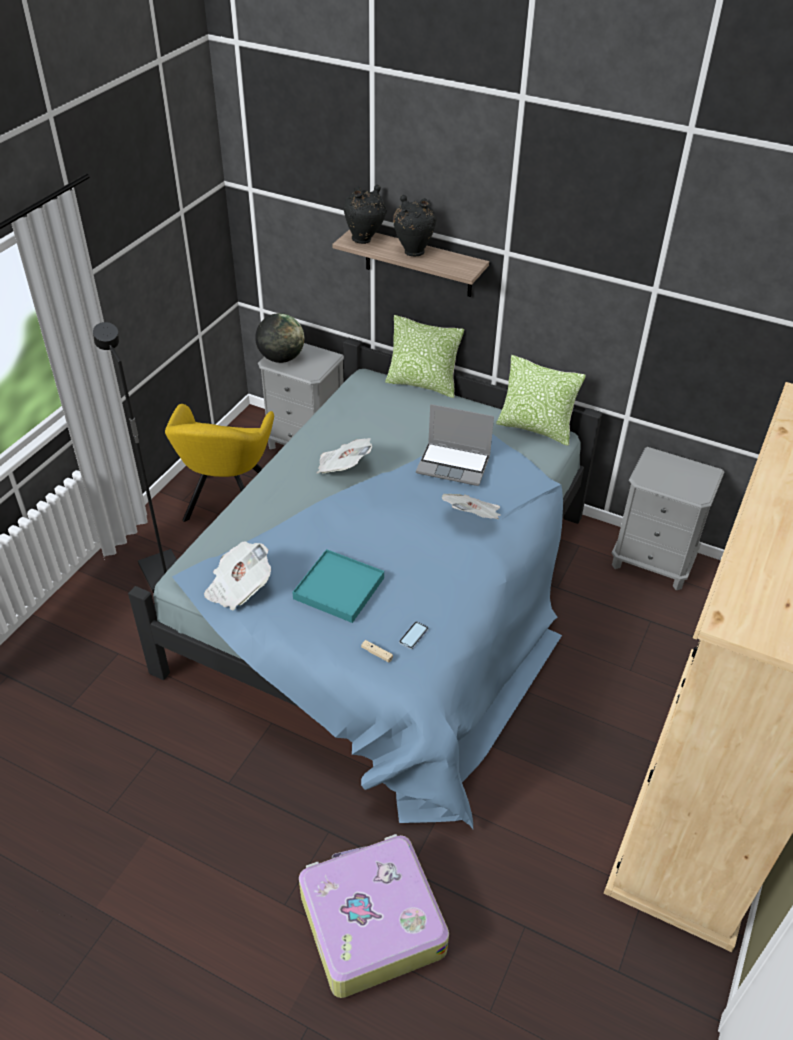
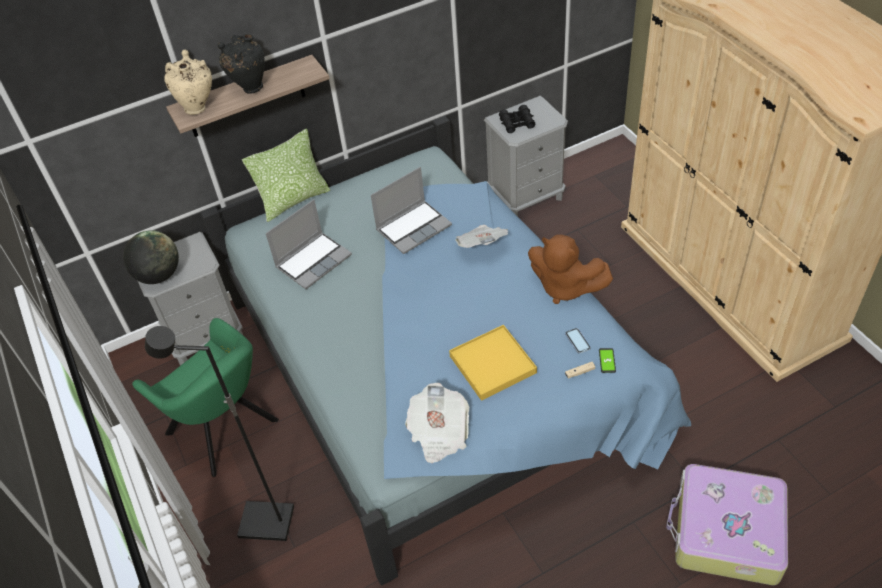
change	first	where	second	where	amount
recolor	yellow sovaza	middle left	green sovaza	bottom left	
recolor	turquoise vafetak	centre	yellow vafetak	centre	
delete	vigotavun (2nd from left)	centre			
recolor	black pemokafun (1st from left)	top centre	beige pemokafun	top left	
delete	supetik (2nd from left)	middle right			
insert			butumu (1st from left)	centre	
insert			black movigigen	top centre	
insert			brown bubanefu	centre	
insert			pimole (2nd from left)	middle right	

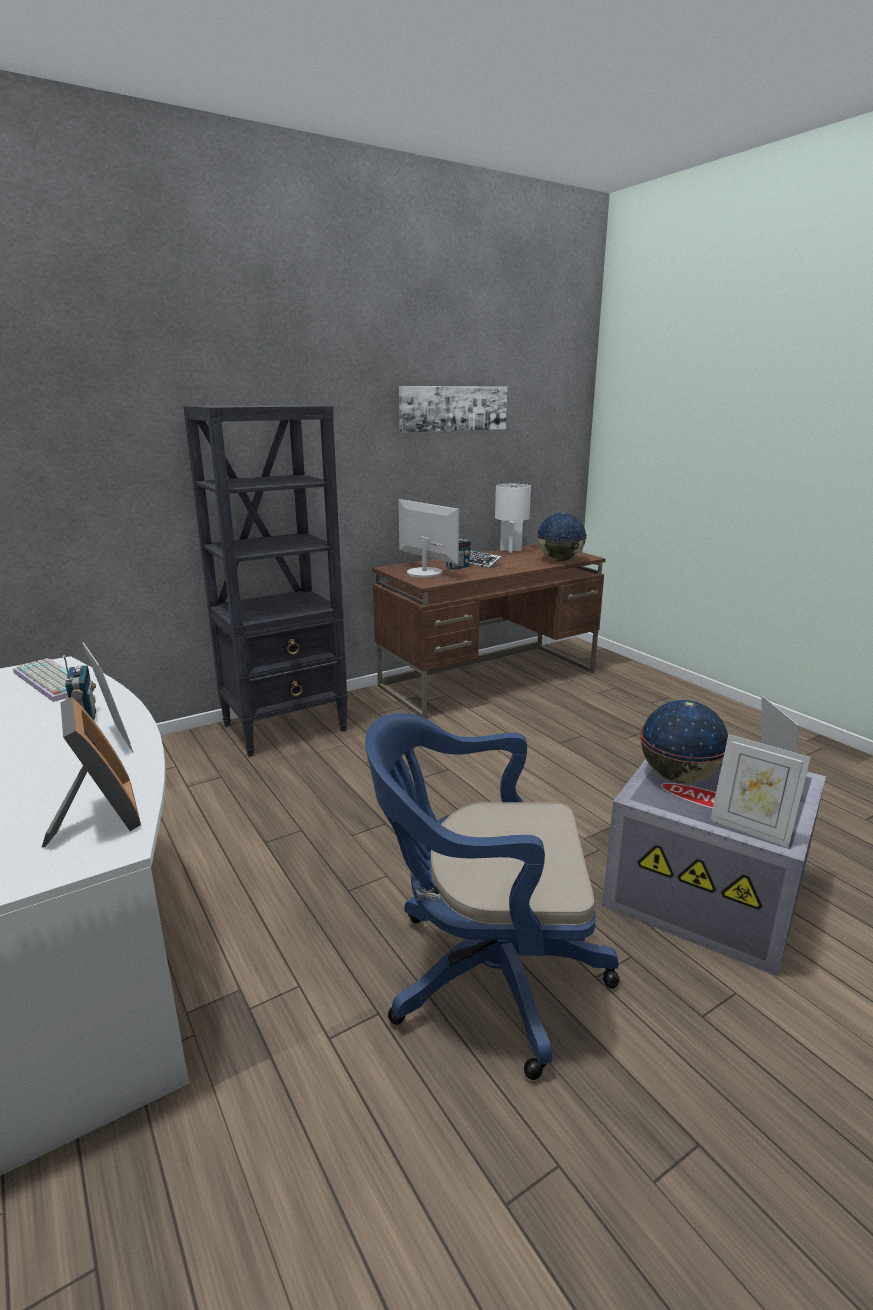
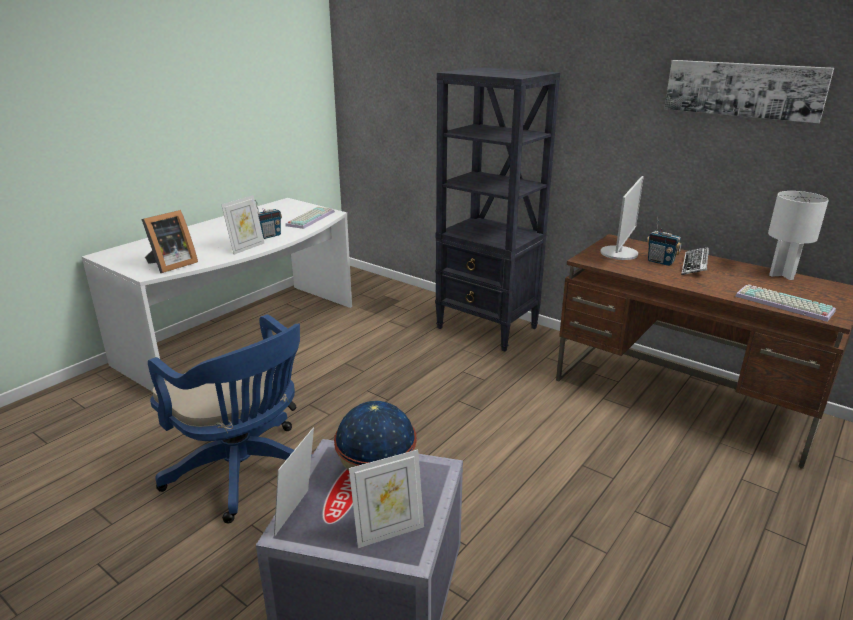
change	first	where	second	where	amount
rotate	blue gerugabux	bottom centre		bottom left	150 degrees clockwise
replace	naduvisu (1st from left)	centre	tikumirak (3rd from left)	middle right	

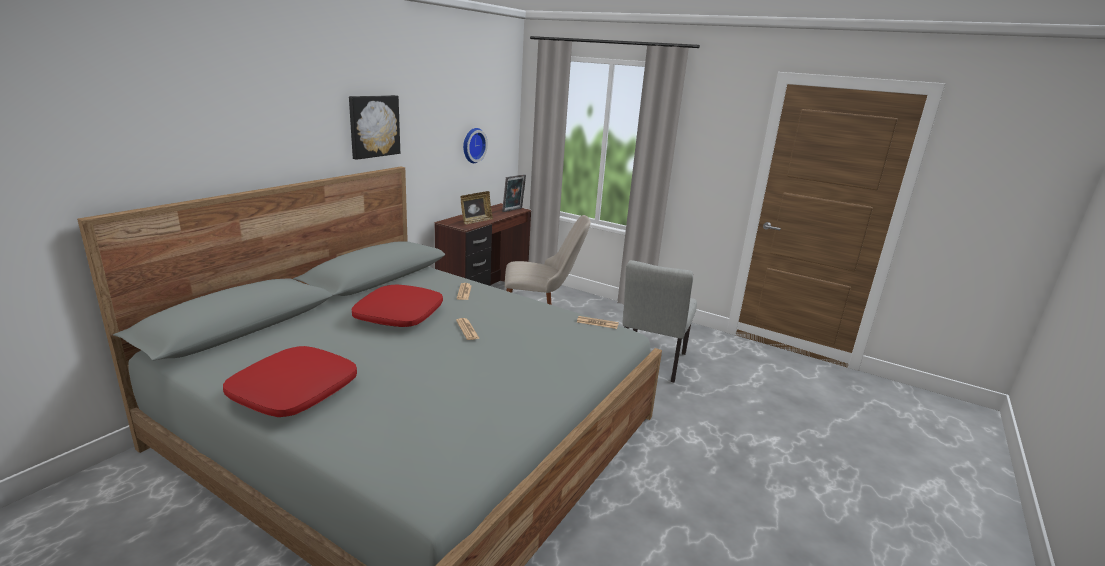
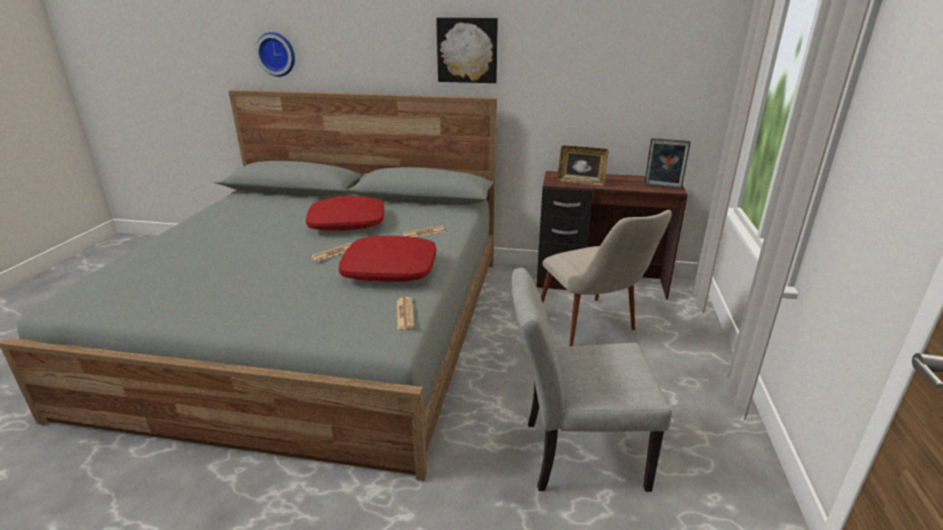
change	first	where	second	where	amount
move	red supetik (1st from left in the first image)	bottom left	red supetik (2nd from left)	centre	
move	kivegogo	top centre		top left	

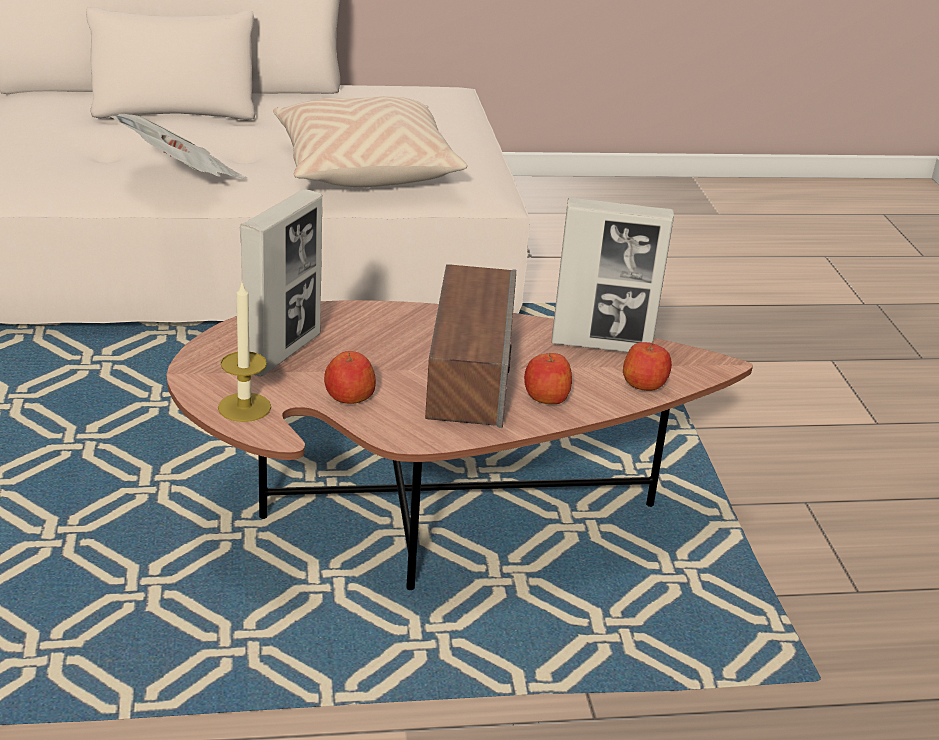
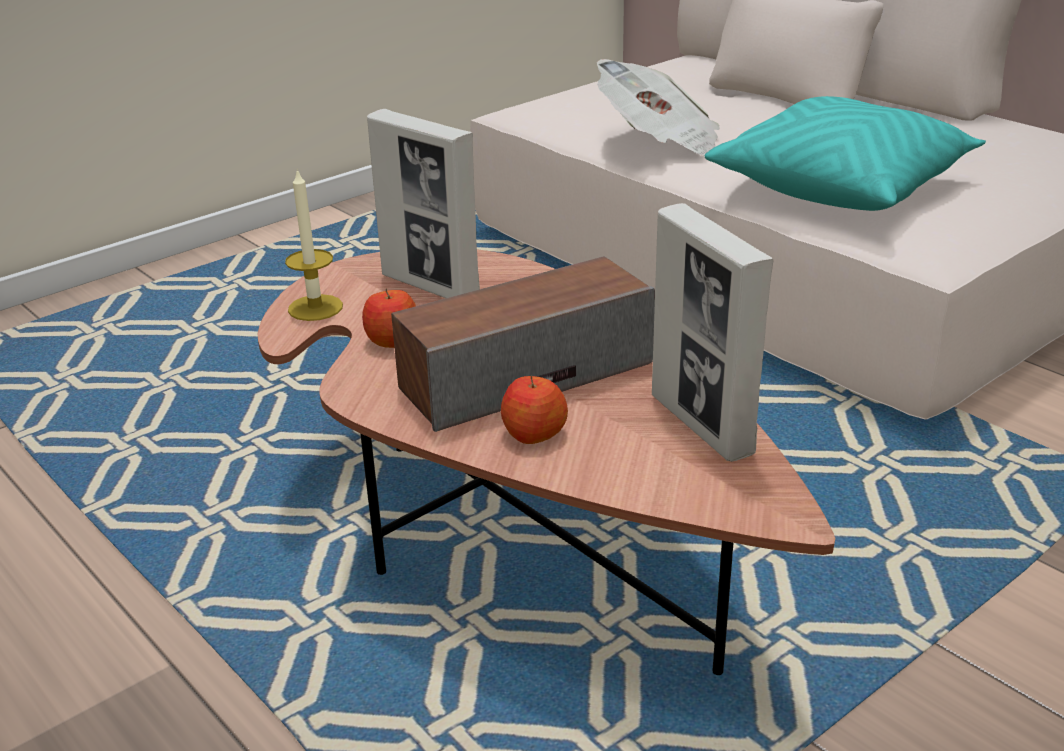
change	first	where	second	where	amount
rotate	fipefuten (1st from left)	middle left		top centre	45 degrees clockwise
recolor	beige supetik	top centre	turquoise supetik	top right	
delete	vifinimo (3rd from left)	middle right			

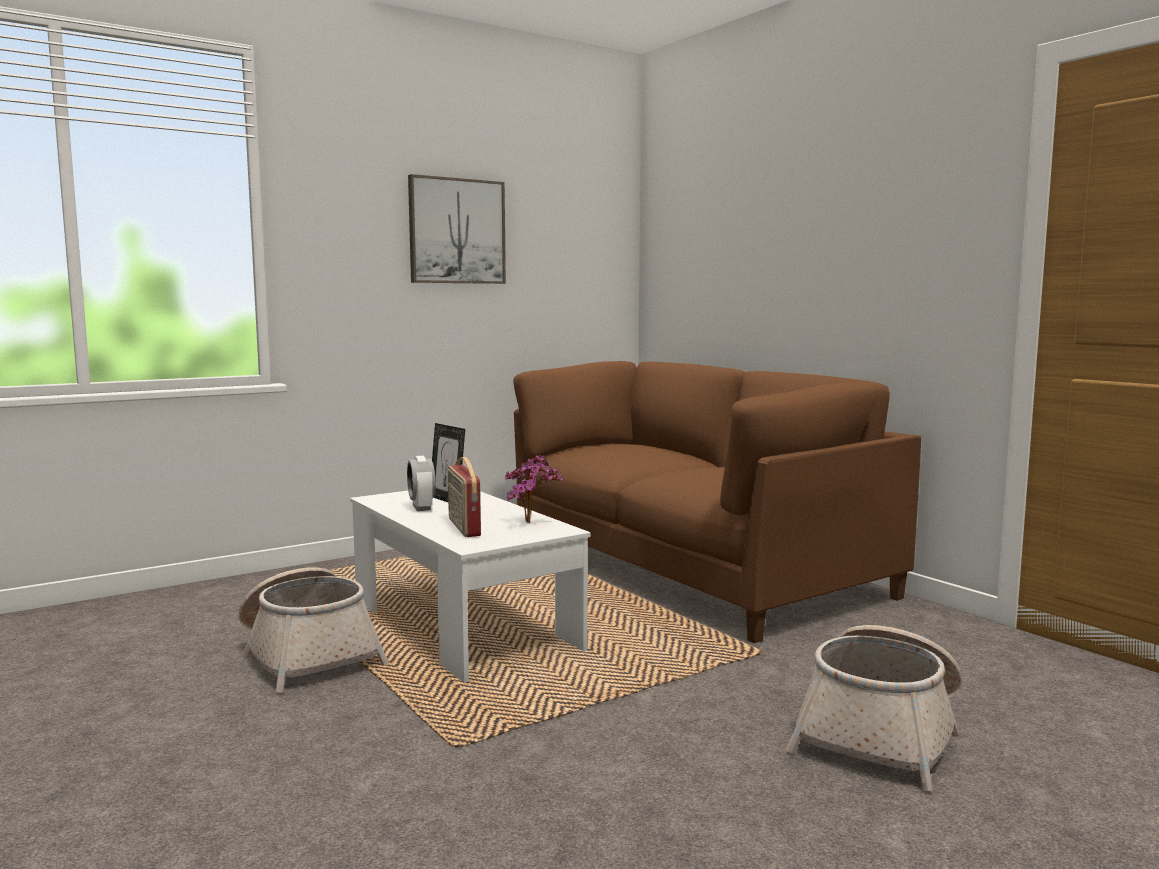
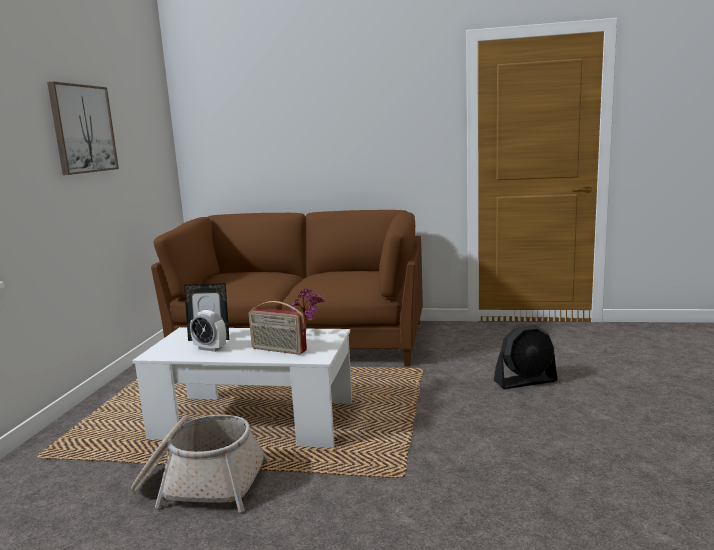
change	first	where	second	where	amount
replace	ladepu (2nd from left)	bottom right	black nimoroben	middle right	

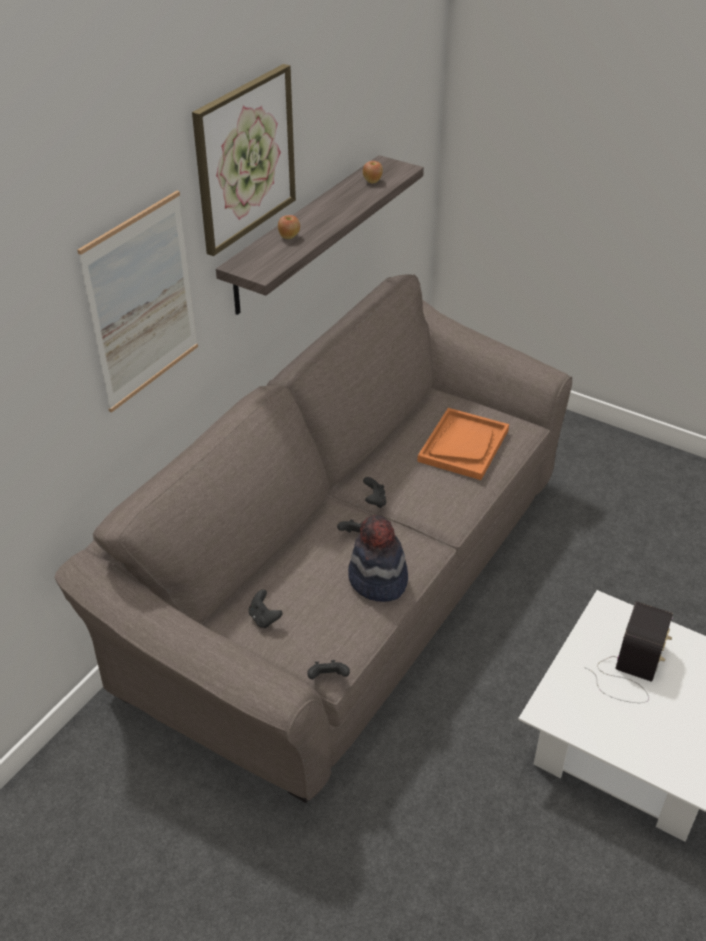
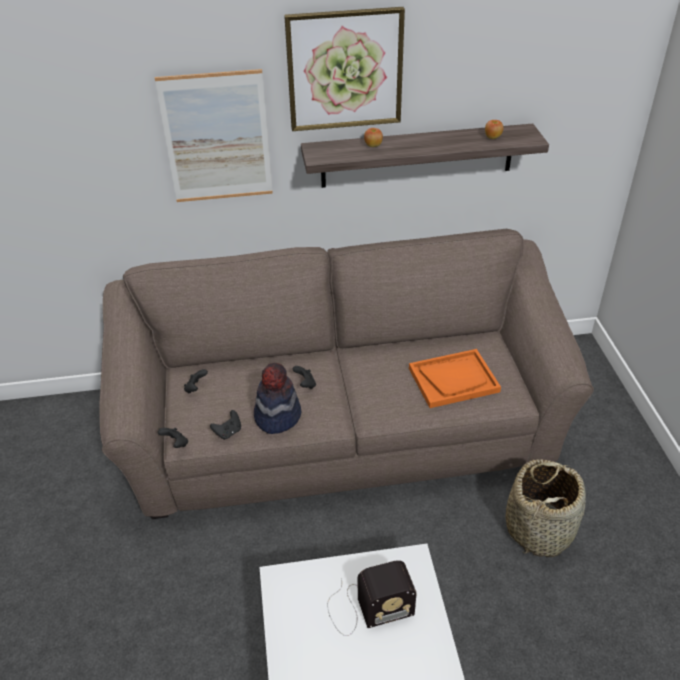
change	first	where	second	where	amount
move	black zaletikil (4th from left in the first image)	centre	black zaletikil (3rd from left)	middle left	
insert			ladepu	bottom right	

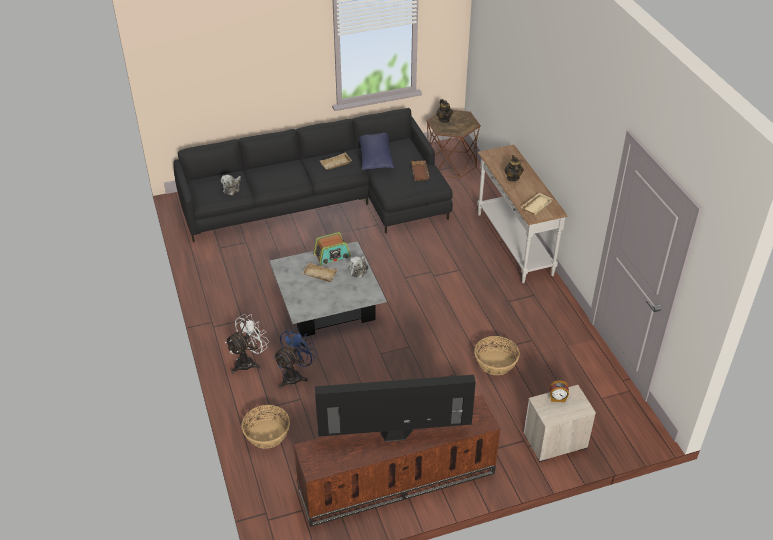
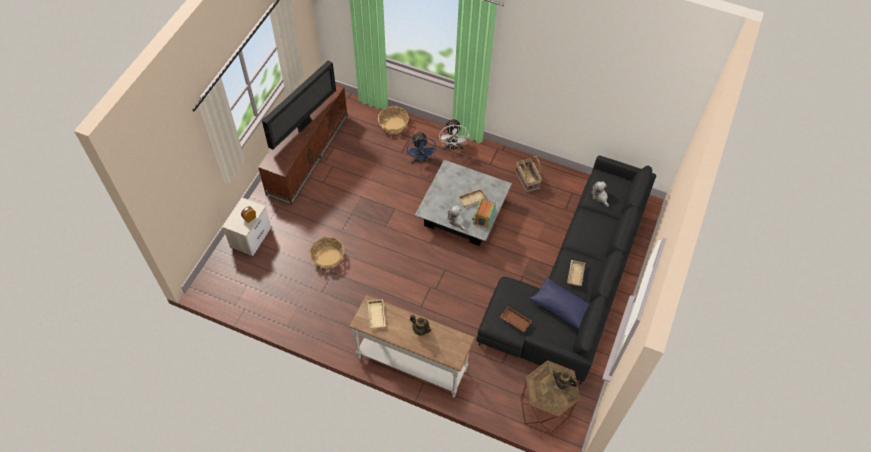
change	first	where	second	where	amount
insert			ladepu (3rd from left)	centre	

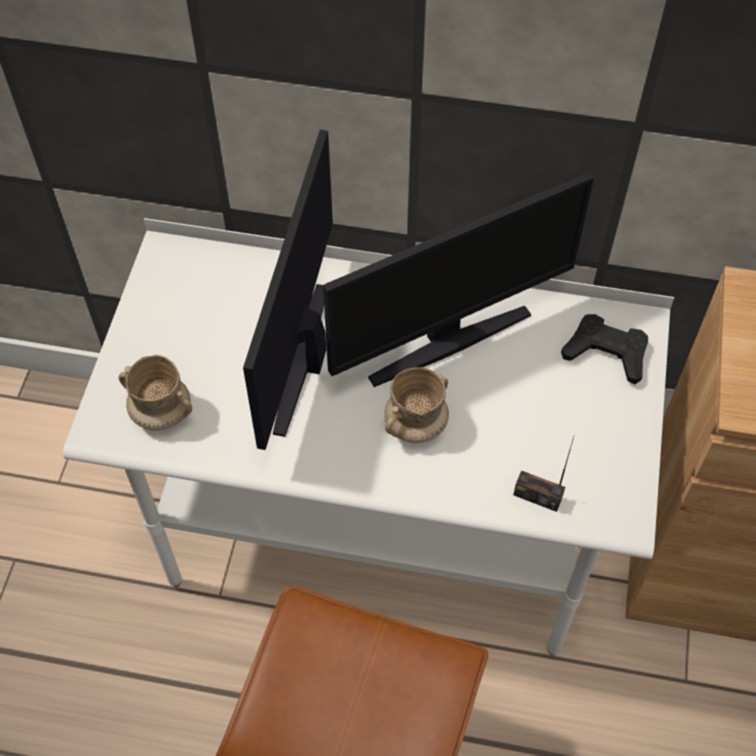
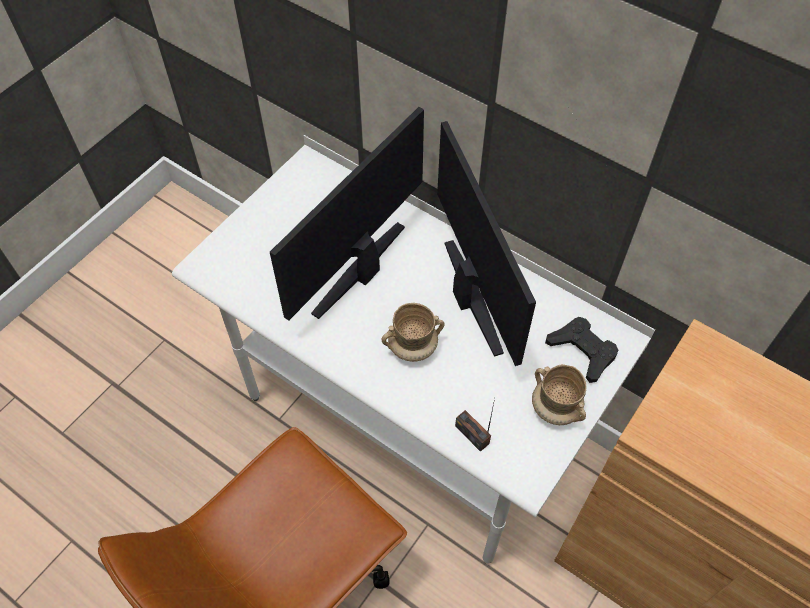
change	first	where	second	where	amount
move	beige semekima (1st from left in the first image)	middle left	beige semekima (2nd from left)	middle right	
rotate	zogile (2nd from left)	centre		centre	105 degrees counterclockwise

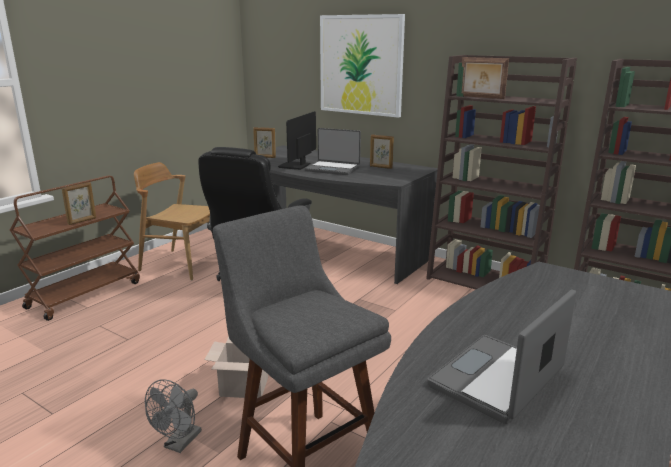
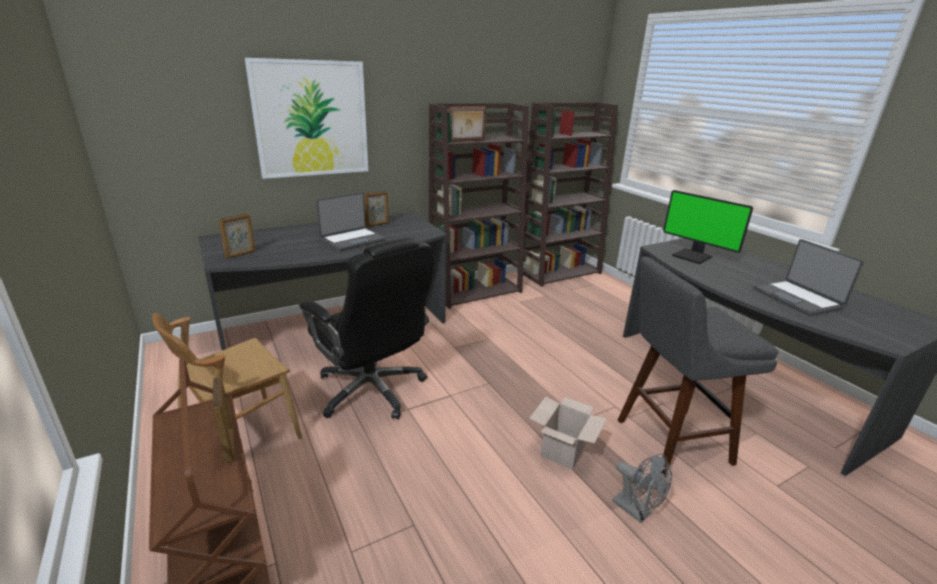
change	first	where	second	where	amount
move	zogile	top centre		middle right	

